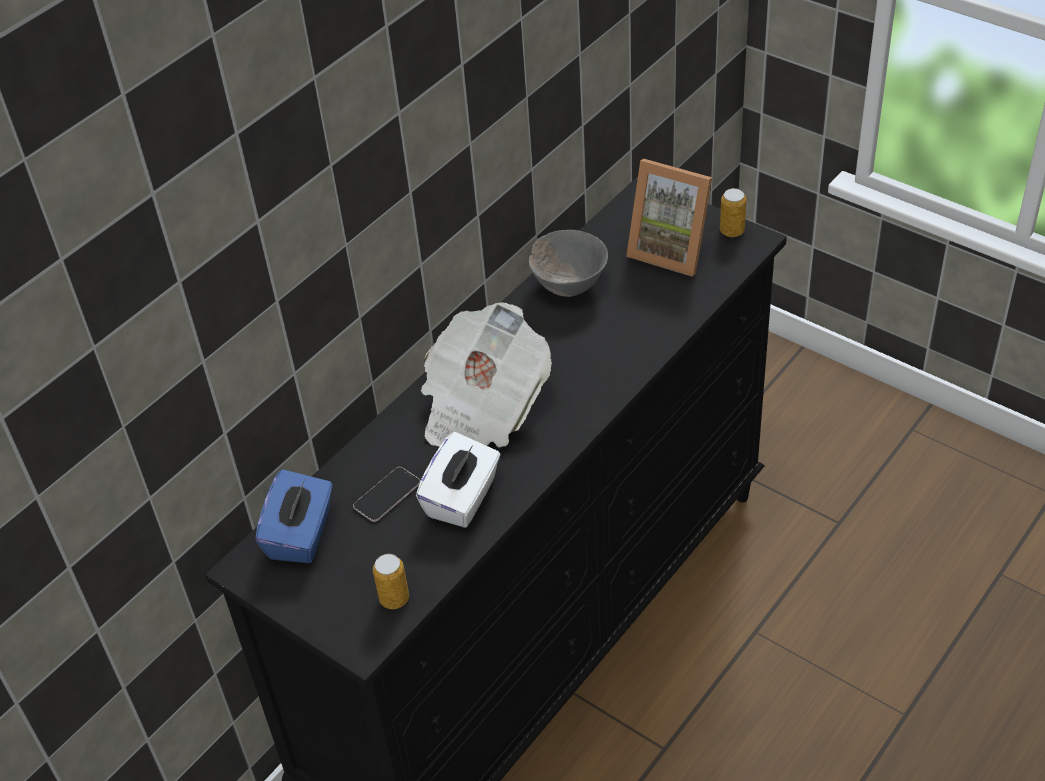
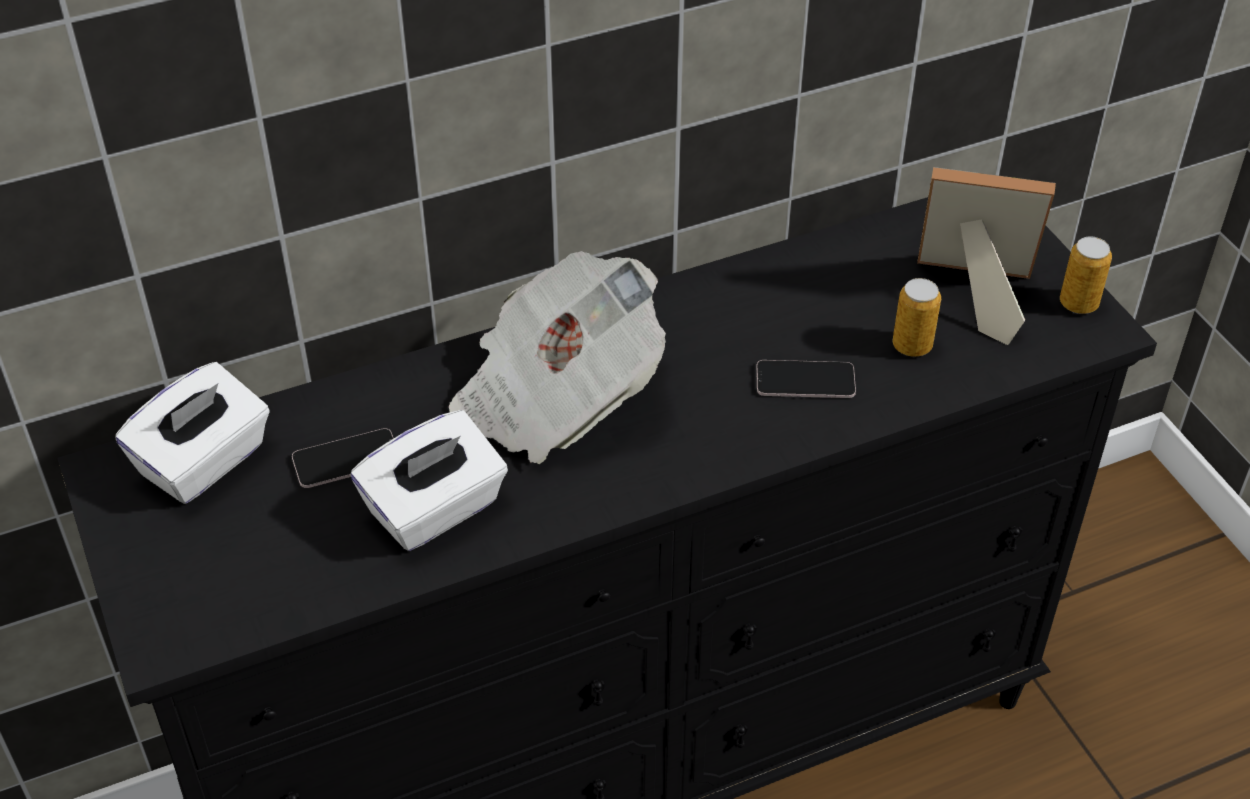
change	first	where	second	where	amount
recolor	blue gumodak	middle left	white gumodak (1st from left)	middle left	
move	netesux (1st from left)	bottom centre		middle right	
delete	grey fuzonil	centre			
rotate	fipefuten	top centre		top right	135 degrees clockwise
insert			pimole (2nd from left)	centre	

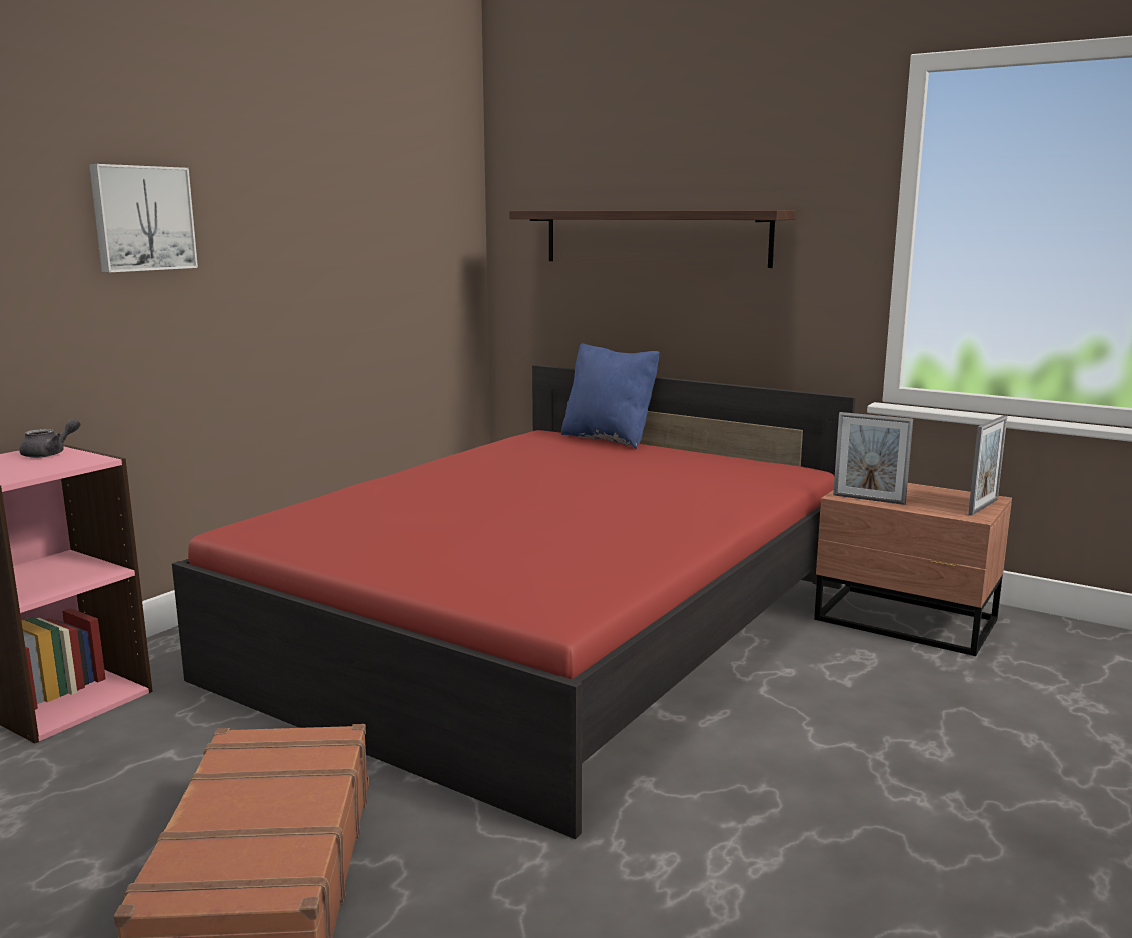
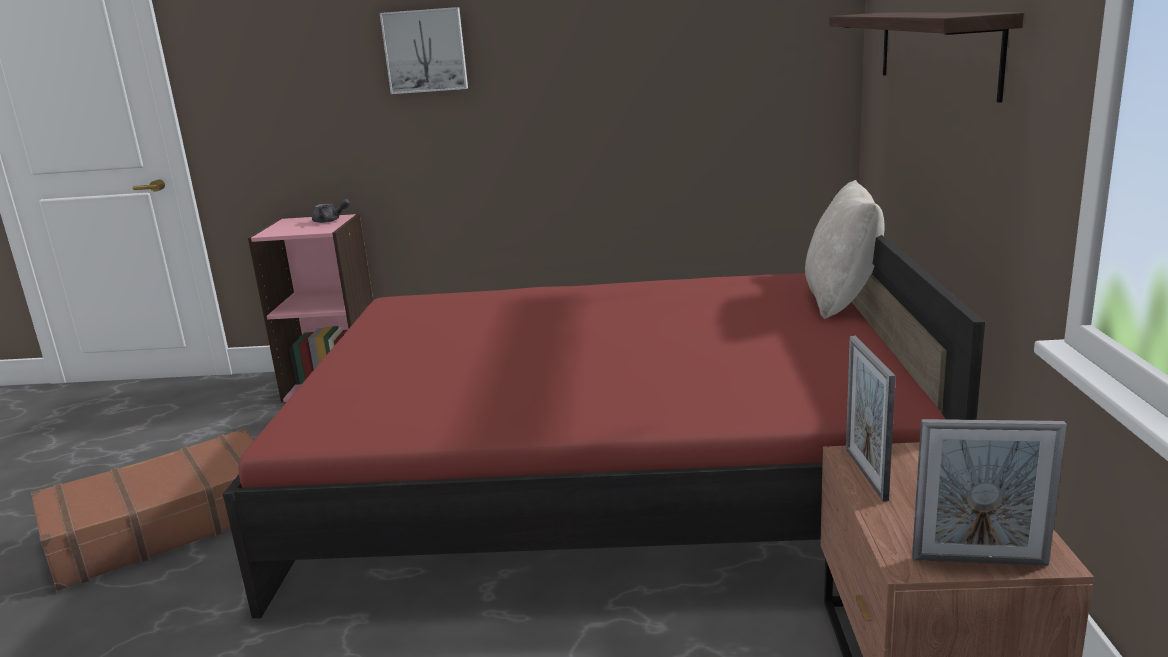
change	first	where	second	where	amount
recolor	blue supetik	centre	beige supetik	middle right	

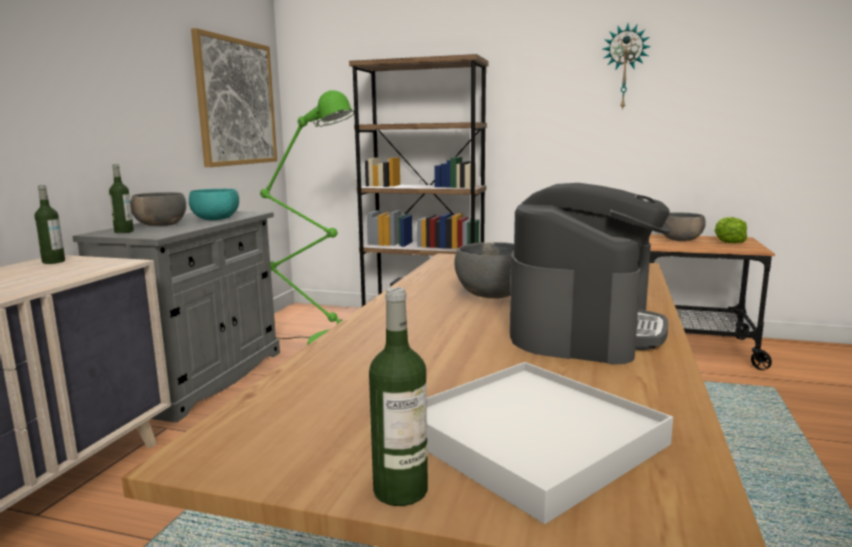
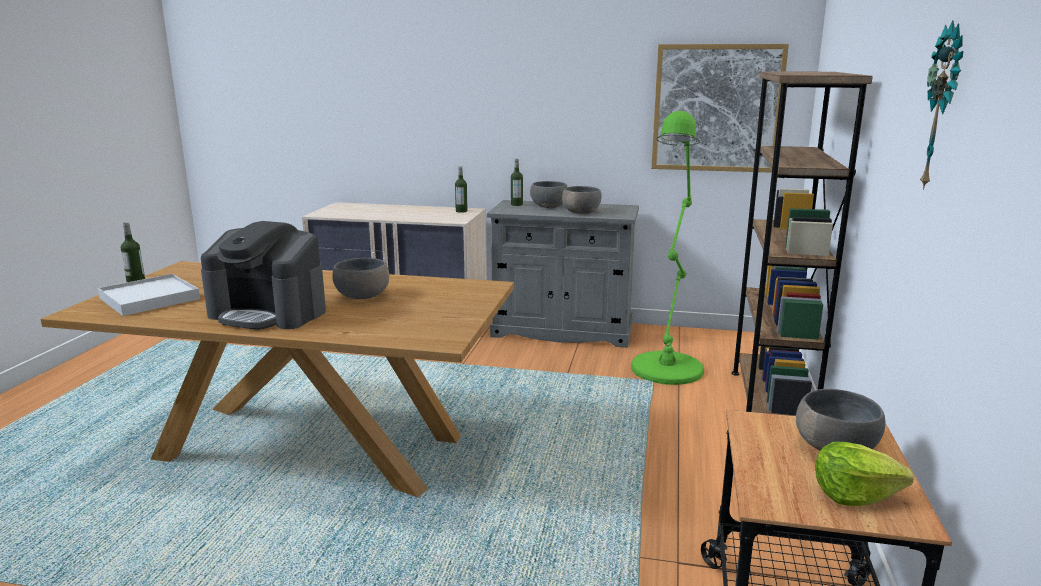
change	first	where	second	where	amount
recolor	turquoise fuzonil	middle left	grey fuzonil (3rd from left)	centre	

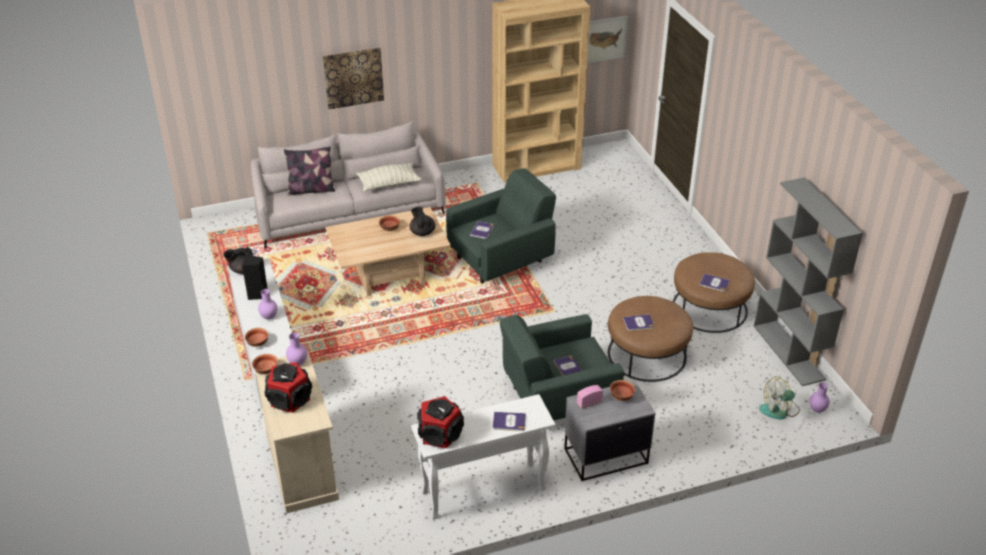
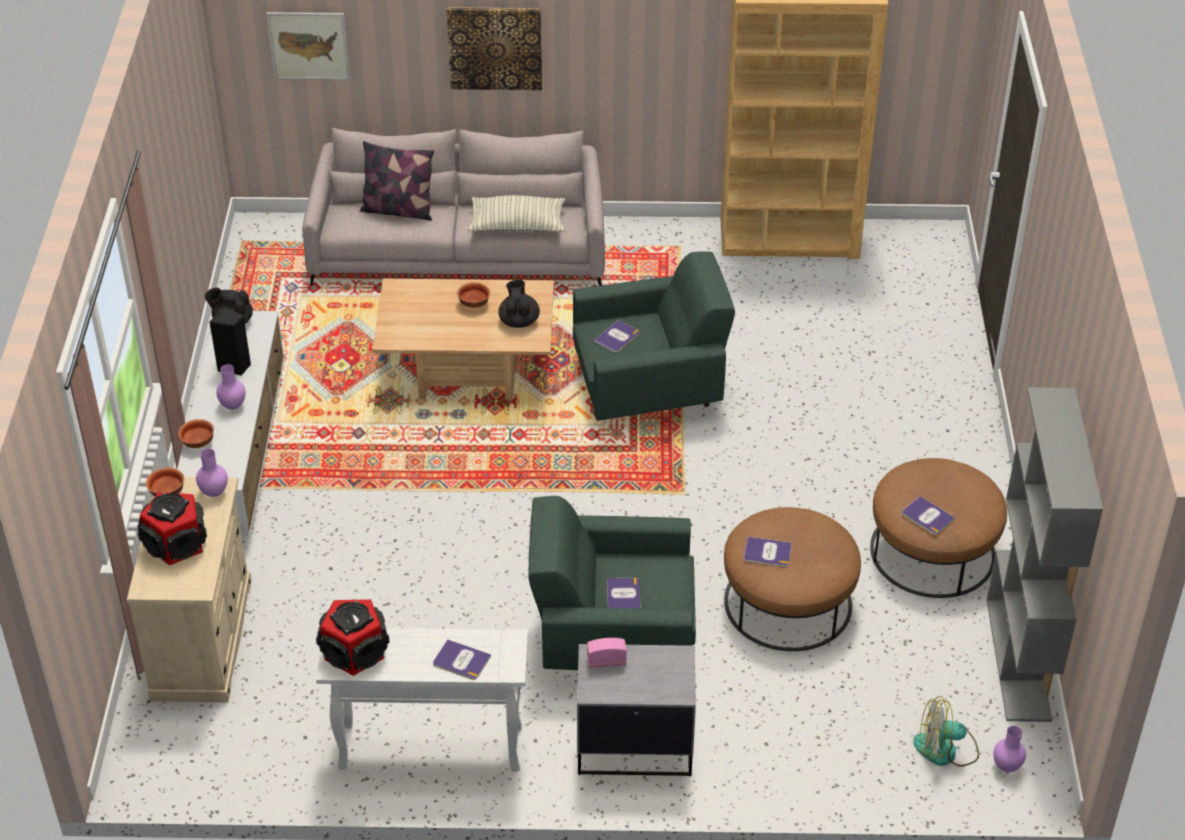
change	first	where	second	where	amount
move	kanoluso (2nd from left in the first image)	top centre	kanoluso (1st from left)	top left	
delete	fuzonil (4th from left)	bottom centre			

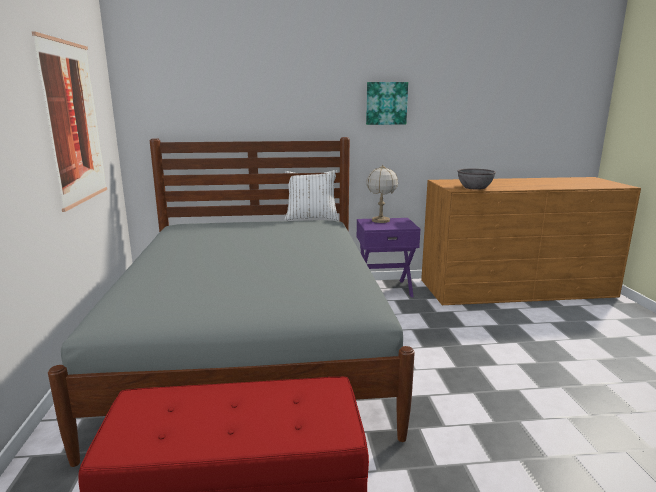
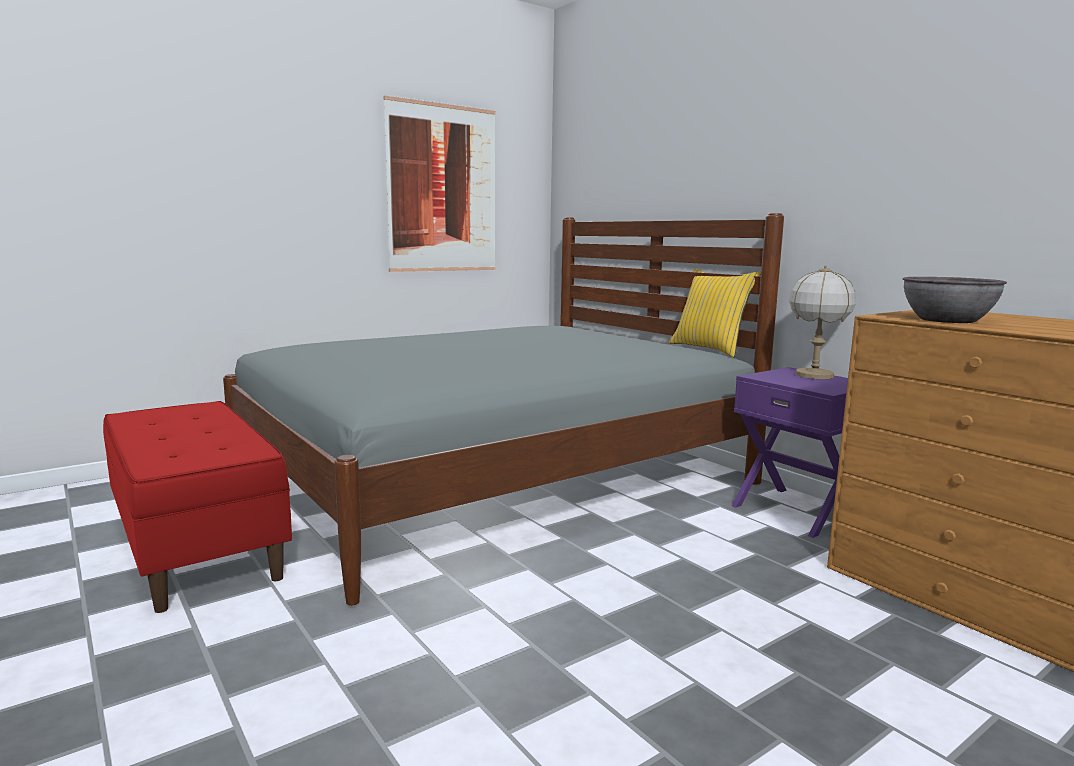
change	first	where	second	where	amount
recolor	white supetik	centre	yellow supetik	centre	
delete	kanoluso (2nd from left)	top centre			

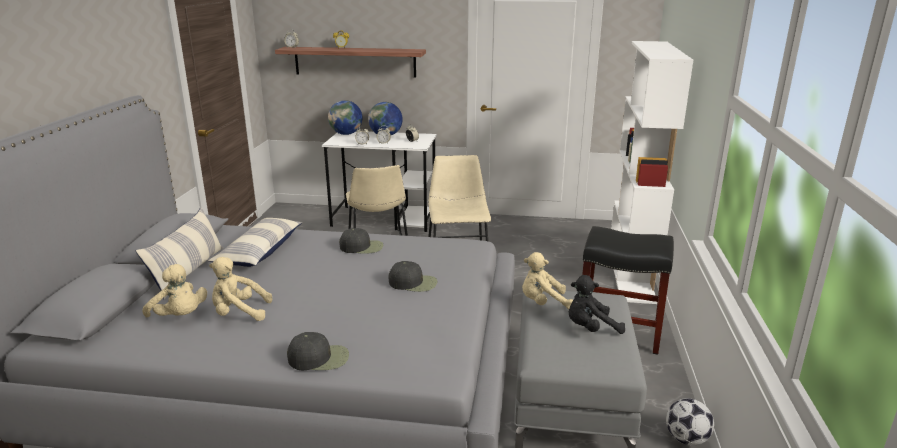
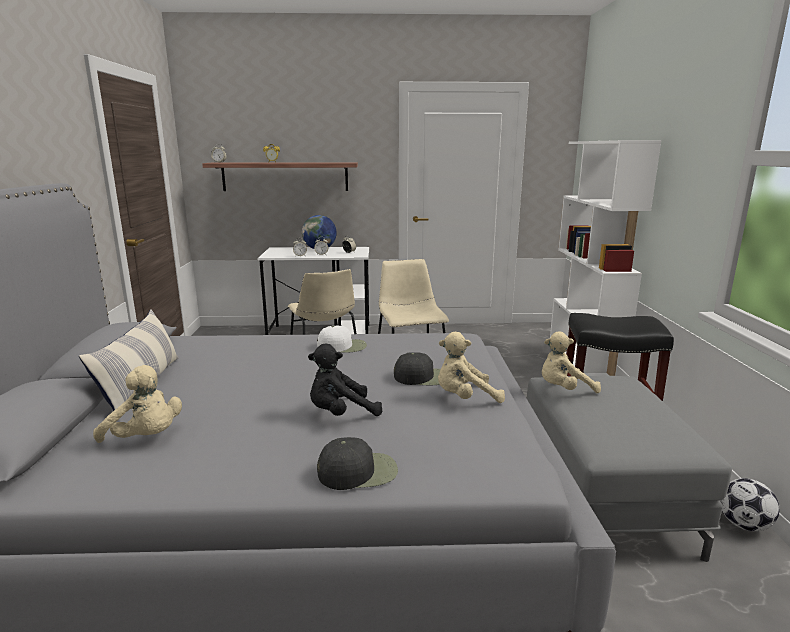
change	first	where	second	where	amount
delete	supetik (2nd from left)	middle left			
move	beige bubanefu (2nd from left)	middle left		centre	
delete	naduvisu (1st from left)	top centre			
recolor	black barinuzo (2nd from left)	centre	white barinuzo	centre	
move	black bubanefu	bottom centre		centre	

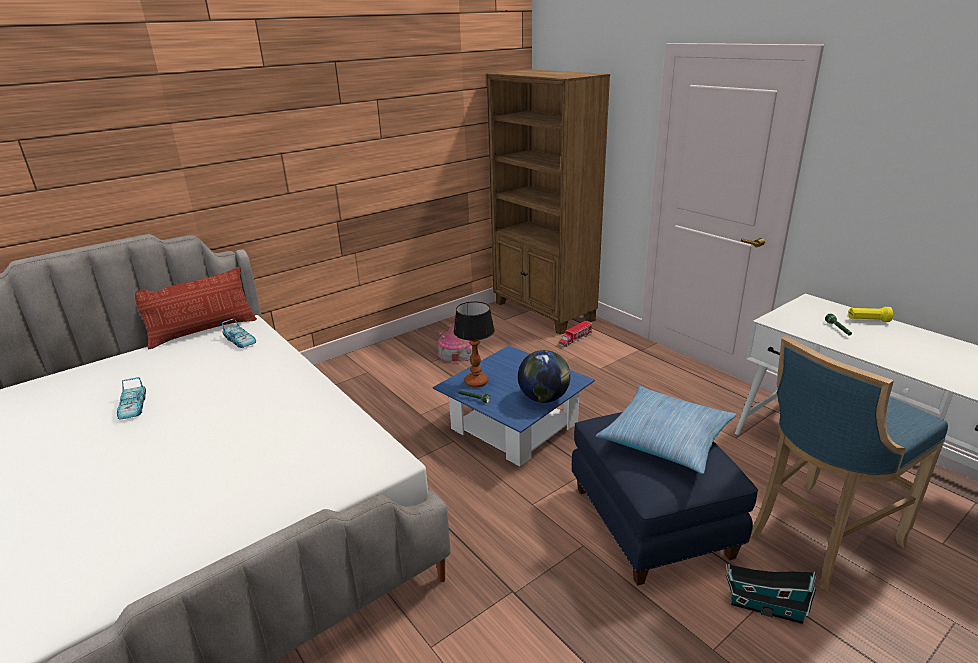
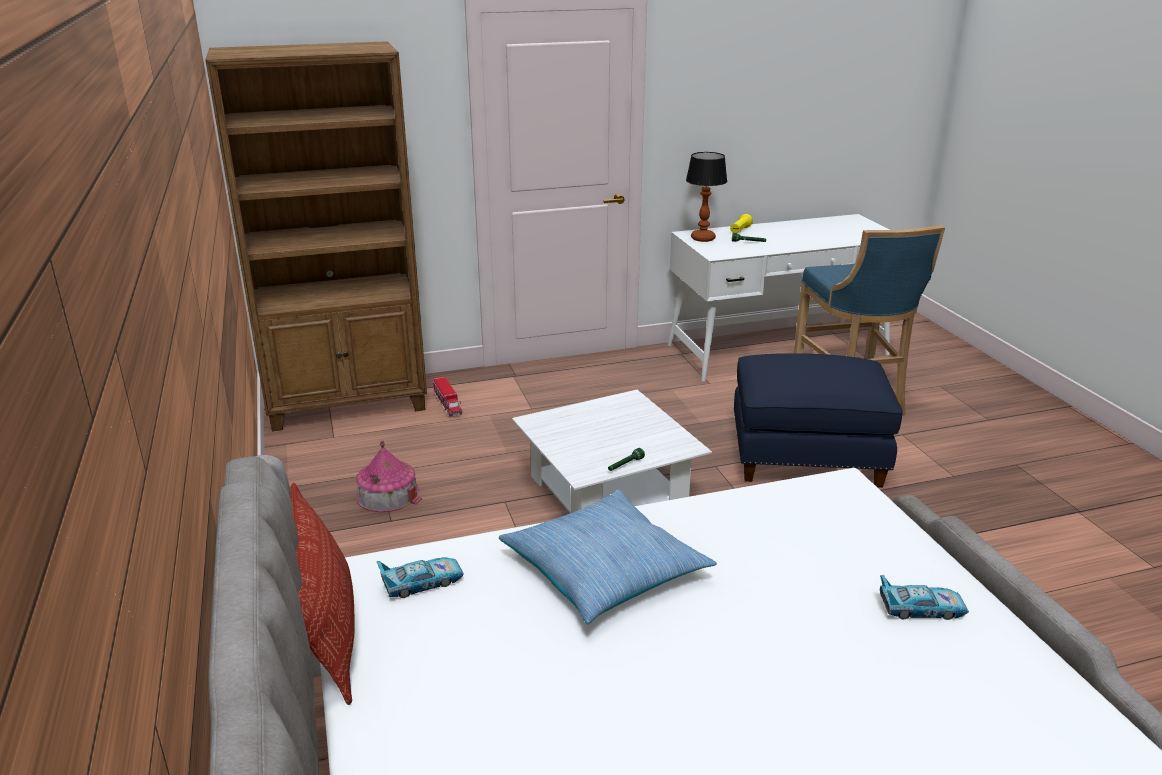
change	first	where	second	where	amount
move	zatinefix (1st from left in the first image)	middle left	zatinefix (2nd from left)	bottom right	
recolor	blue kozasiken	centre	white kozasiken	centre	
move	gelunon	centre		top centre	
delete	naduvisu	centre			
move	supetik (2nd from left)	middle right		bottom centre	
delete	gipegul (2nd from left)	bottom right			

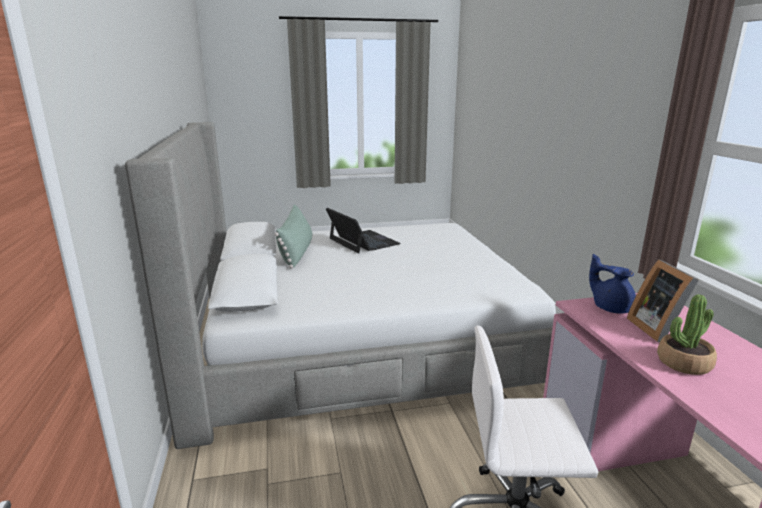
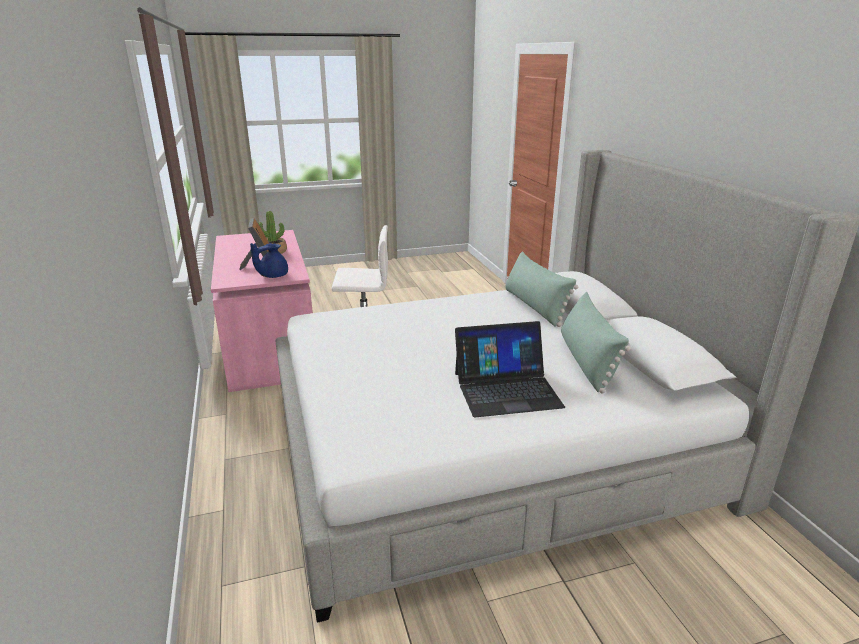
change	first	where	second	where	amount
rotate	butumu	centre		centre	60 degrees counterclockwise
rotate	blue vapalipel	middle right		middle left	90 degrees clockwise
insert			green supetik (1st from left)	centre	

